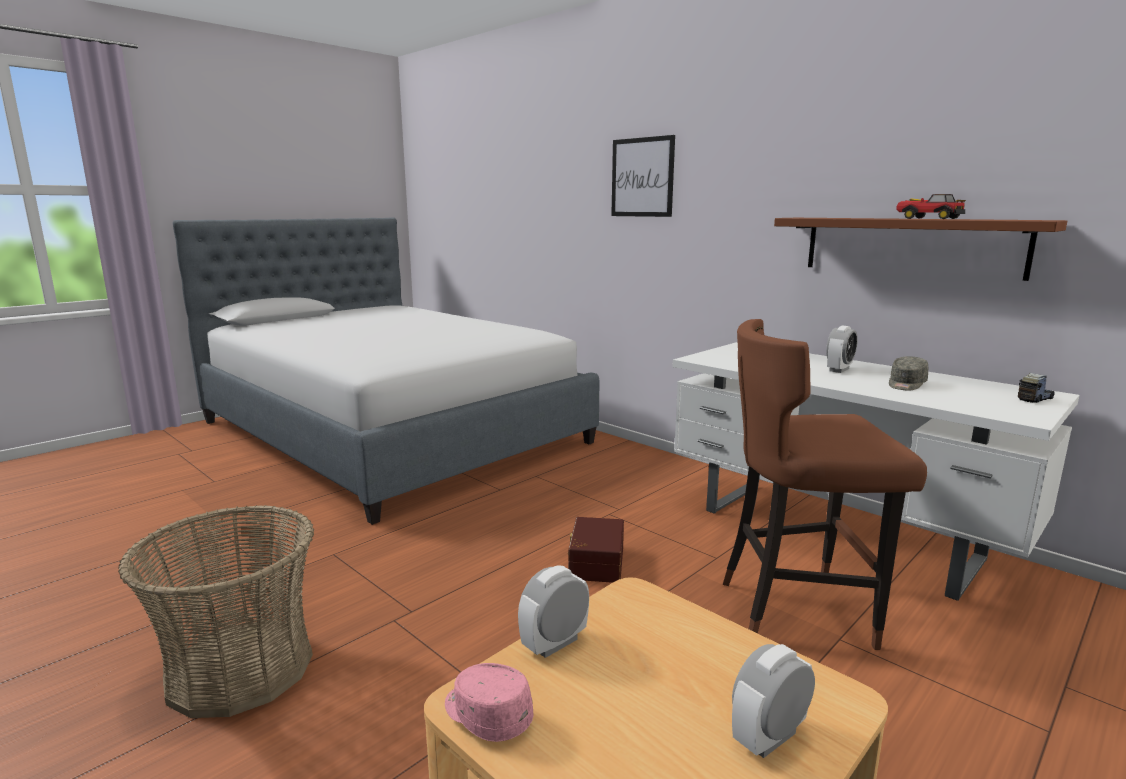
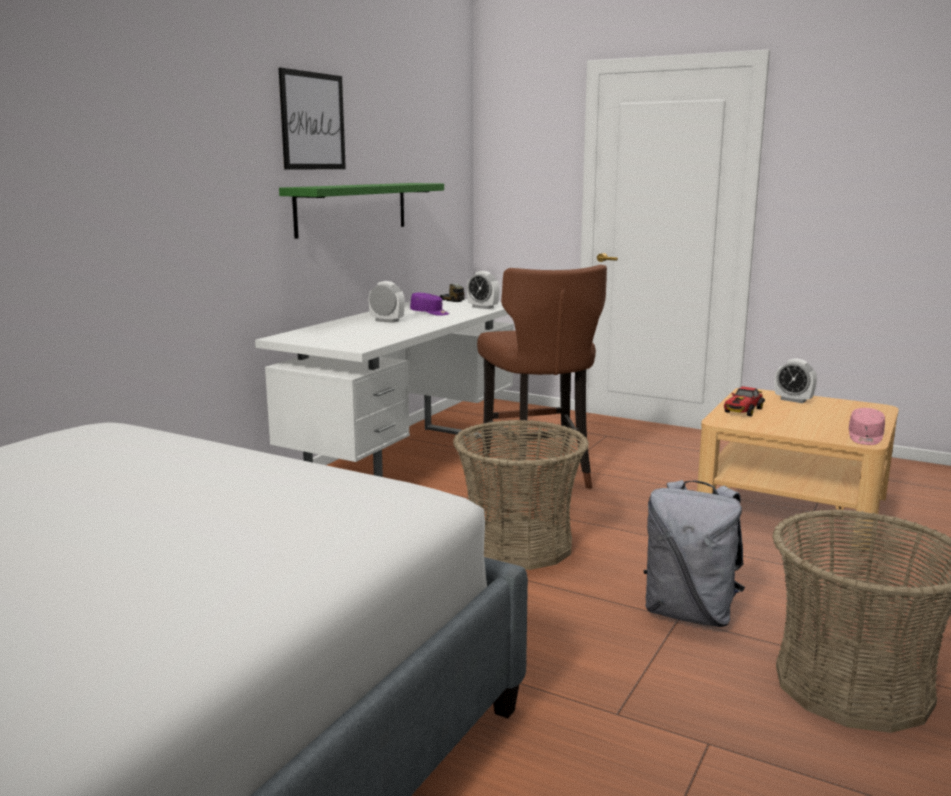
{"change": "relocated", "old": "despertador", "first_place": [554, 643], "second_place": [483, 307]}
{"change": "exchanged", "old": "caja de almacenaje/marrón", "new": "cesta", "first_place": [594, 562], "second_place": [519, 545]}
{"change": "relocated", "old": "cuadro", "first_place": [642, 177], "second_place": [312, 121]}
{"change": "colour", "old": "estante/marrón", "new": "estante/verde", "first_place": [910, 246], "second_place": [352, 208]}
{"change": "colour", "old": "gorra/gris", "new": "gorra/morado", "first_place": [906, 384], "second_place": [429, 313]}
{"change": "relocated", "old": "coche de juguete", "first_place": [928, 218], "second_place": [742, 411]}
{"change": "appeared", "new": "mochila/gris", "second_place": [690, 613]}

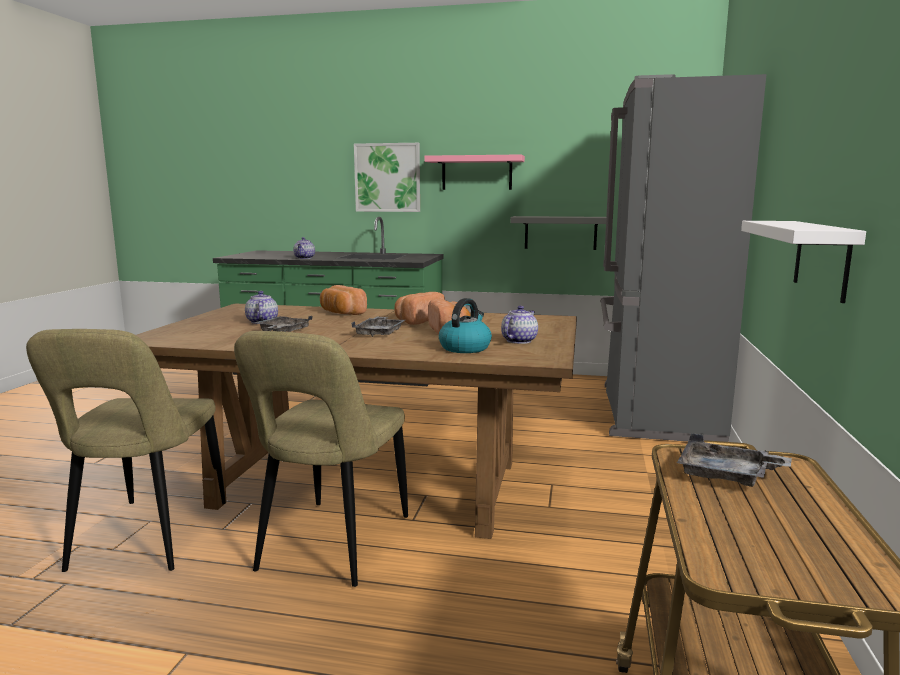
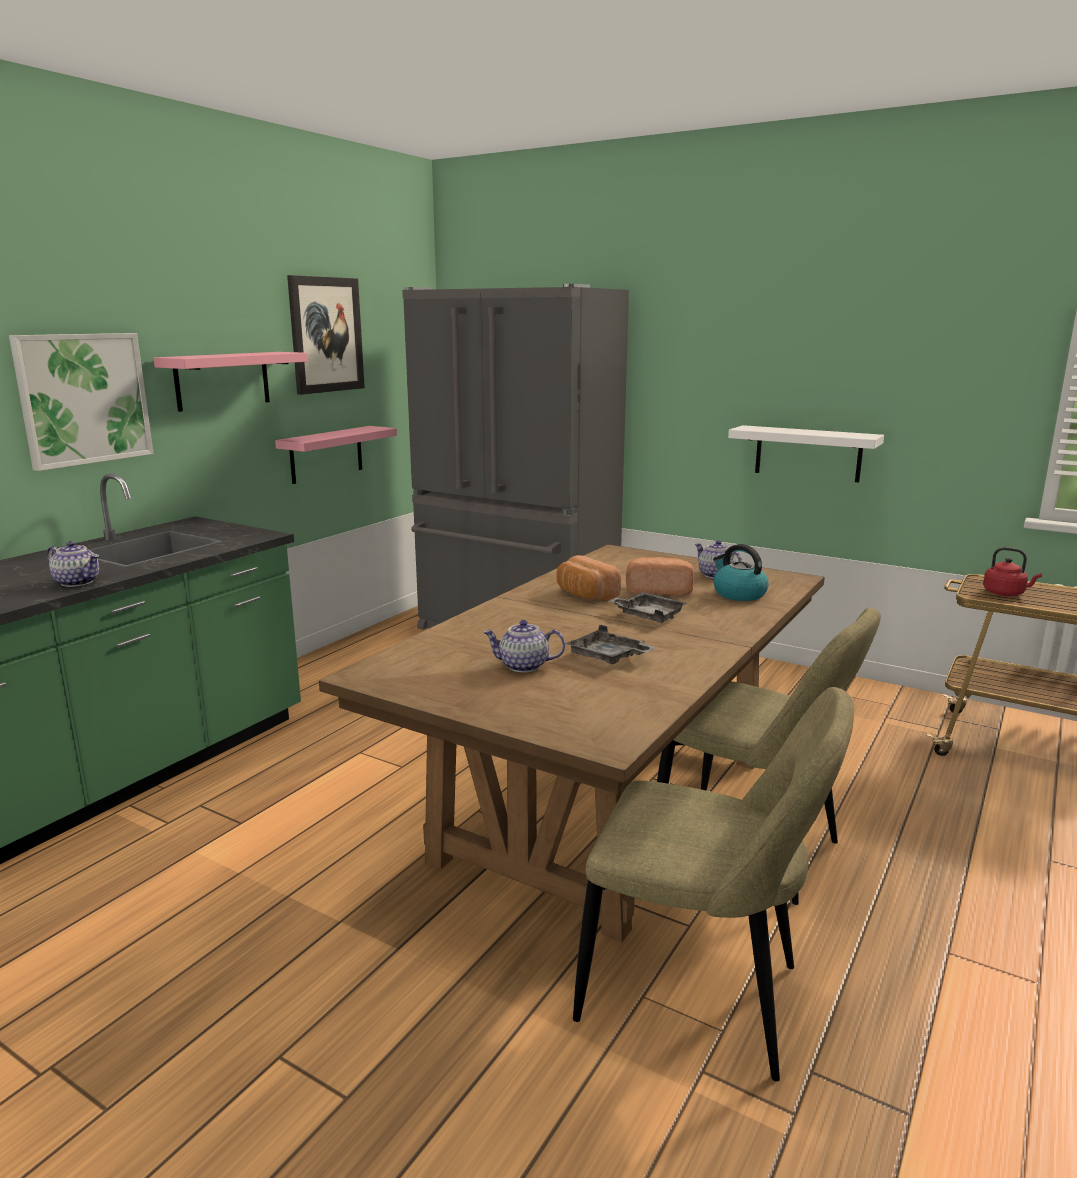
{"change": "missing", "old": "pan", "first_place": [341, 313]}
{"change": "colour", "old": "estante/gris", "new": "estante/rosa", "first_place": [560, 232], "second_place": [326, 454]}
{"change": "exchanged", "old": "bandeja/gris", "new": "hervidor/rojo", "first_place": [727, 476], "second_place": [1006, 593]}
{"change": "appeared", "new": "cuadro", "second_place": [326, 335]}

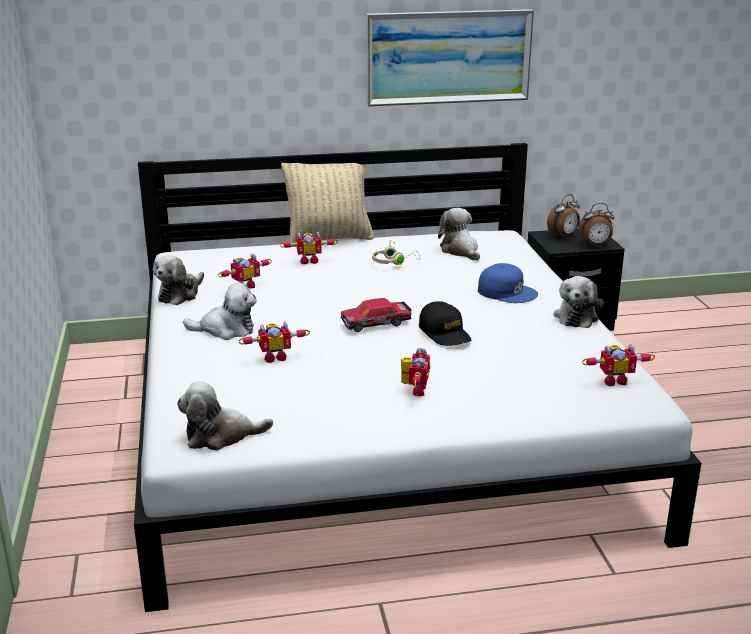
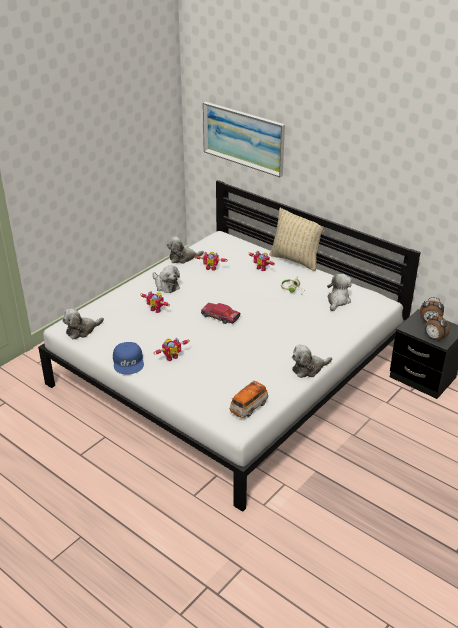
{"change": "spun", "old": "peluche", "first_place": [220, 436], "second_place": [82, 330], "degrees": -75}
{"change": "relocated", "old": "cuadro", "first_place": [448, 57], "second_place": [243, 138]}
{"change": "missing", "old": "gorra/negro", "first_place": [445, 333]}
{"change": "relocated", "old": "gorra/azul", "first_place": [507, 292], "second_place": [129, 362]}
{"change": "exchanged", "old": "robot de juguete", "new": "coche de juguete", "first_place": [614, 380], "second_place": [248, 407]}

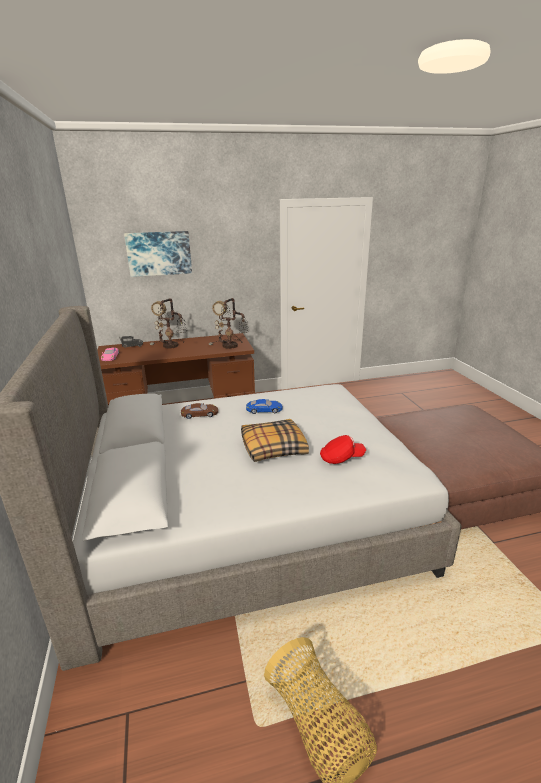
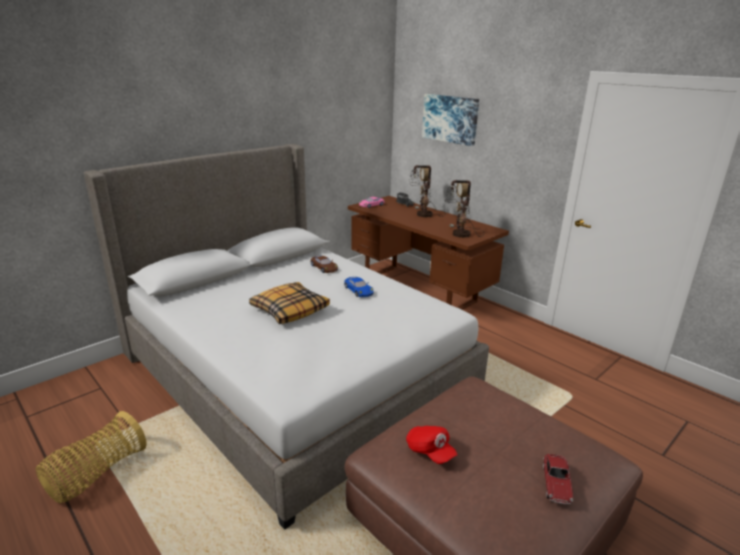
{"change": "relocated", "old": "gorra/rojo", "first_place": [341, 458], "second_place": [430, 451]}
{"change": "appeared", "new": "coche de juguete", "second_place": [556, 484]}

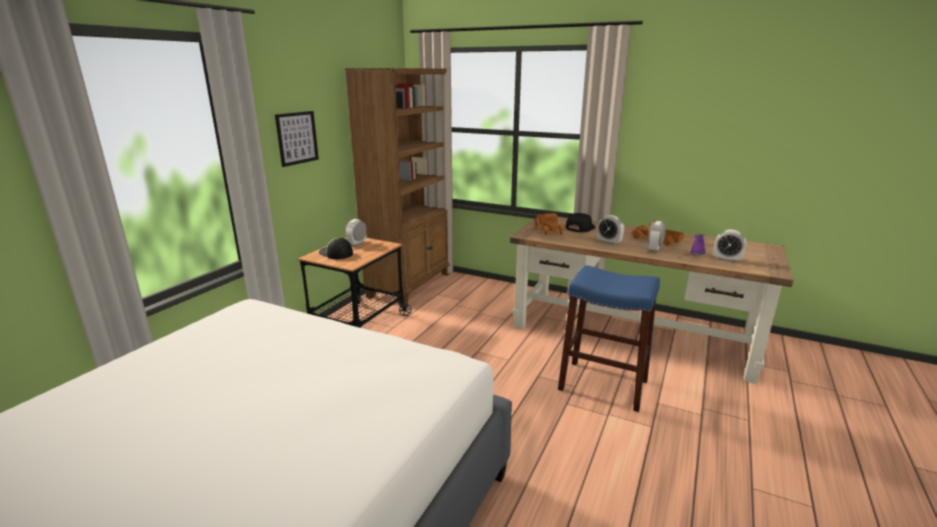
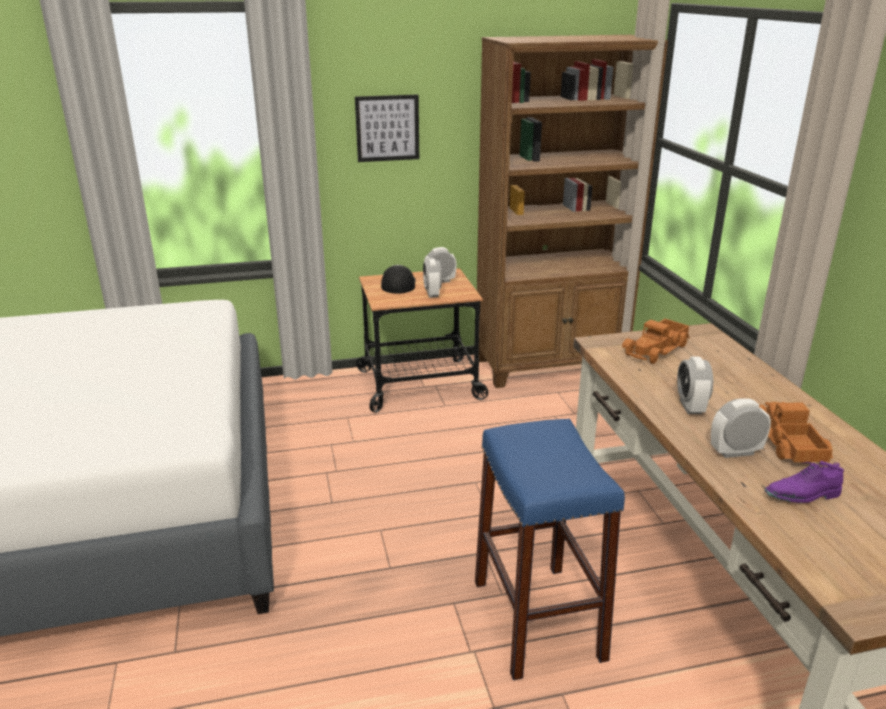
{"change": "missing", "old": "gorra/negro", "first_place": [580, 227]}
{"change": "relocated", "old": "despertador", "first_place": [727, 259], "second_place": [432, 293]}

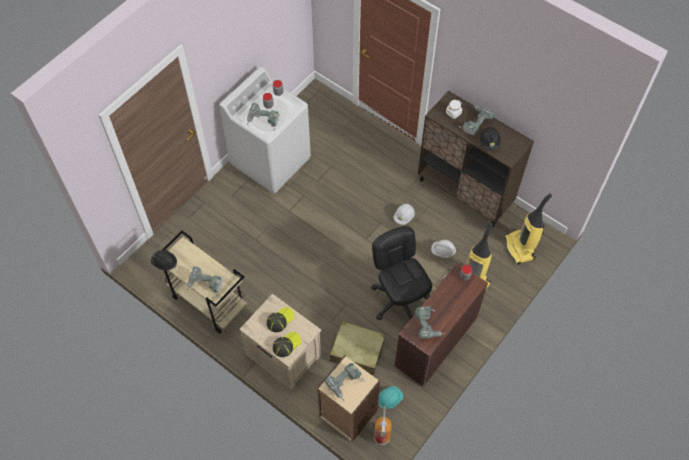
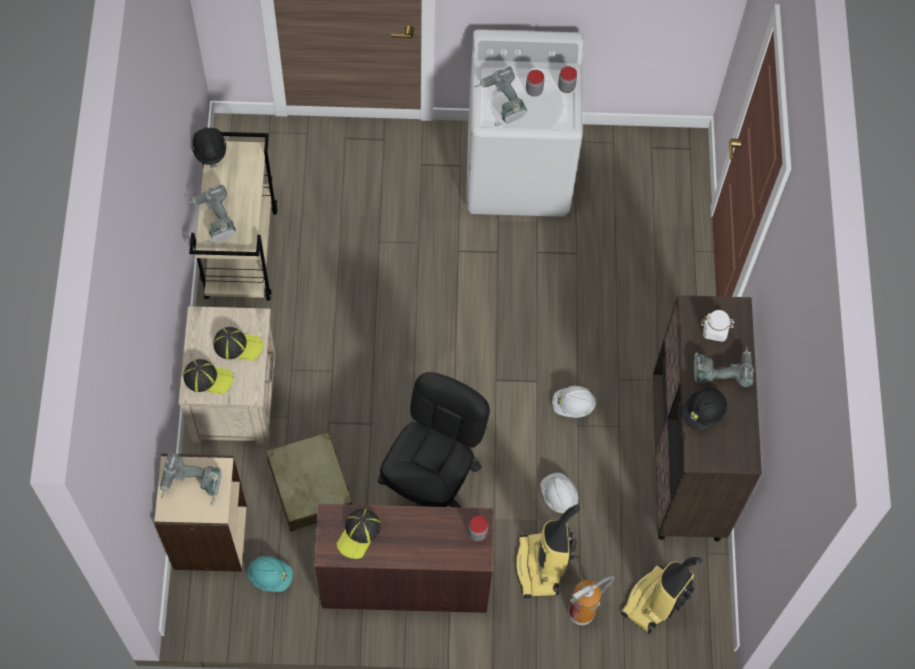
{"change": "relocated", "old": "extintor", "first_place": [381, 436], "second_place": [582, 612]}
{"change": "exchanged", "old": "taladro", "new": "gorra", "first_place": [428, 326], "second_place": [359, 534]}

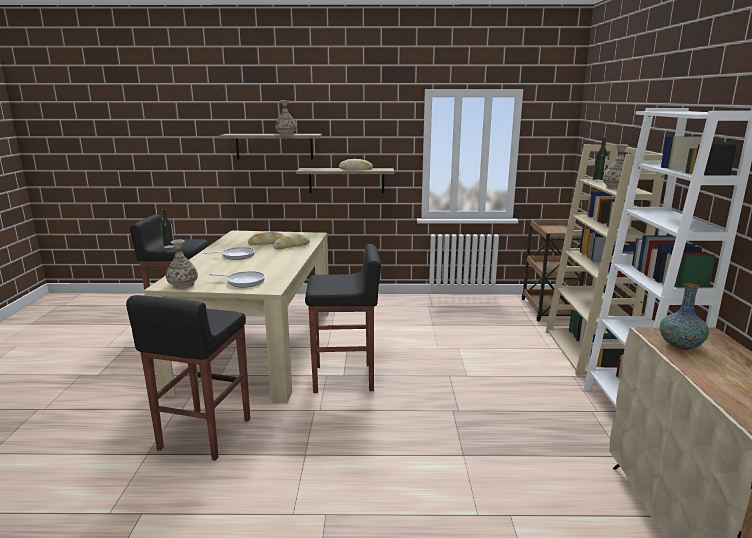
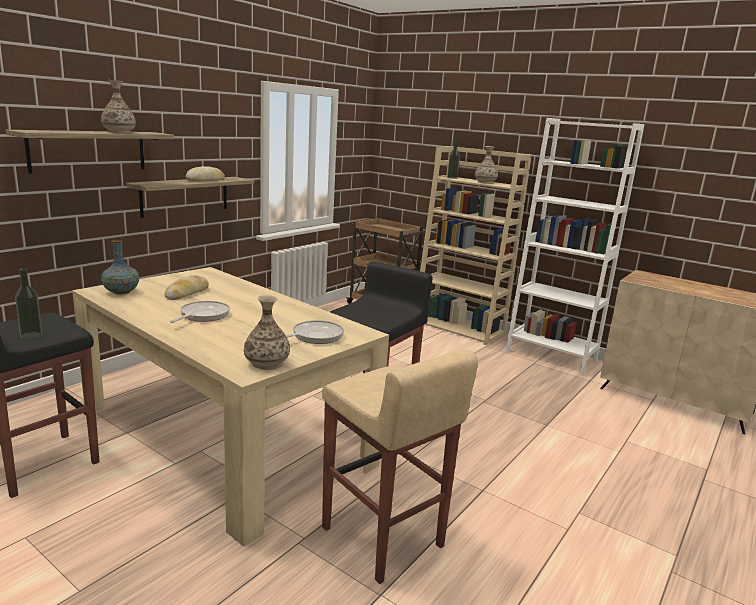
{"change": "colour", "old": "taburete/negro", "new": "taburete/beis", "first_place": [203, 434], "second_place": [382, 538]}
{"change": "missing", "old": "pan", "first_place": [291, 246]}
{"change": "relocated", "old": "florero", "first_place": [680, 345], "second_place": [121, 292]}

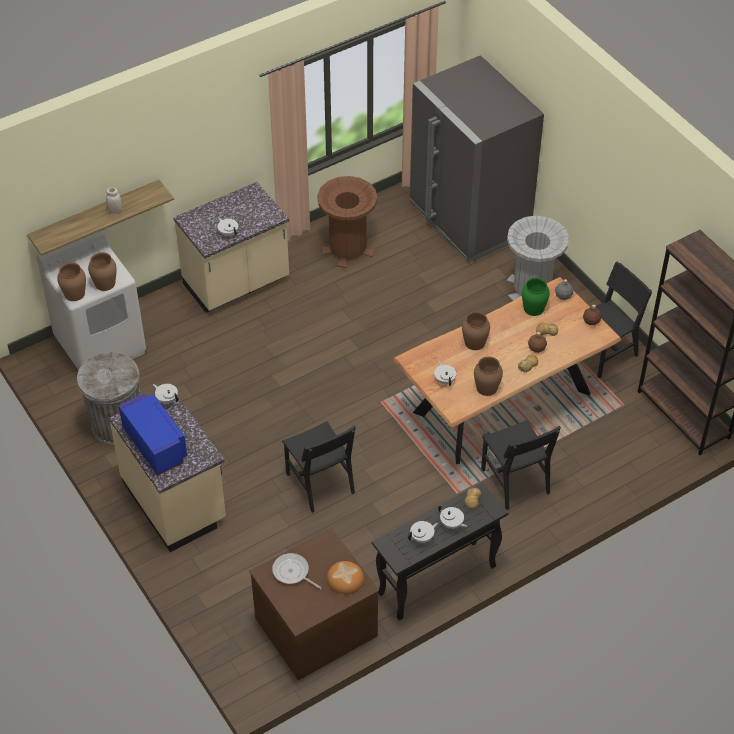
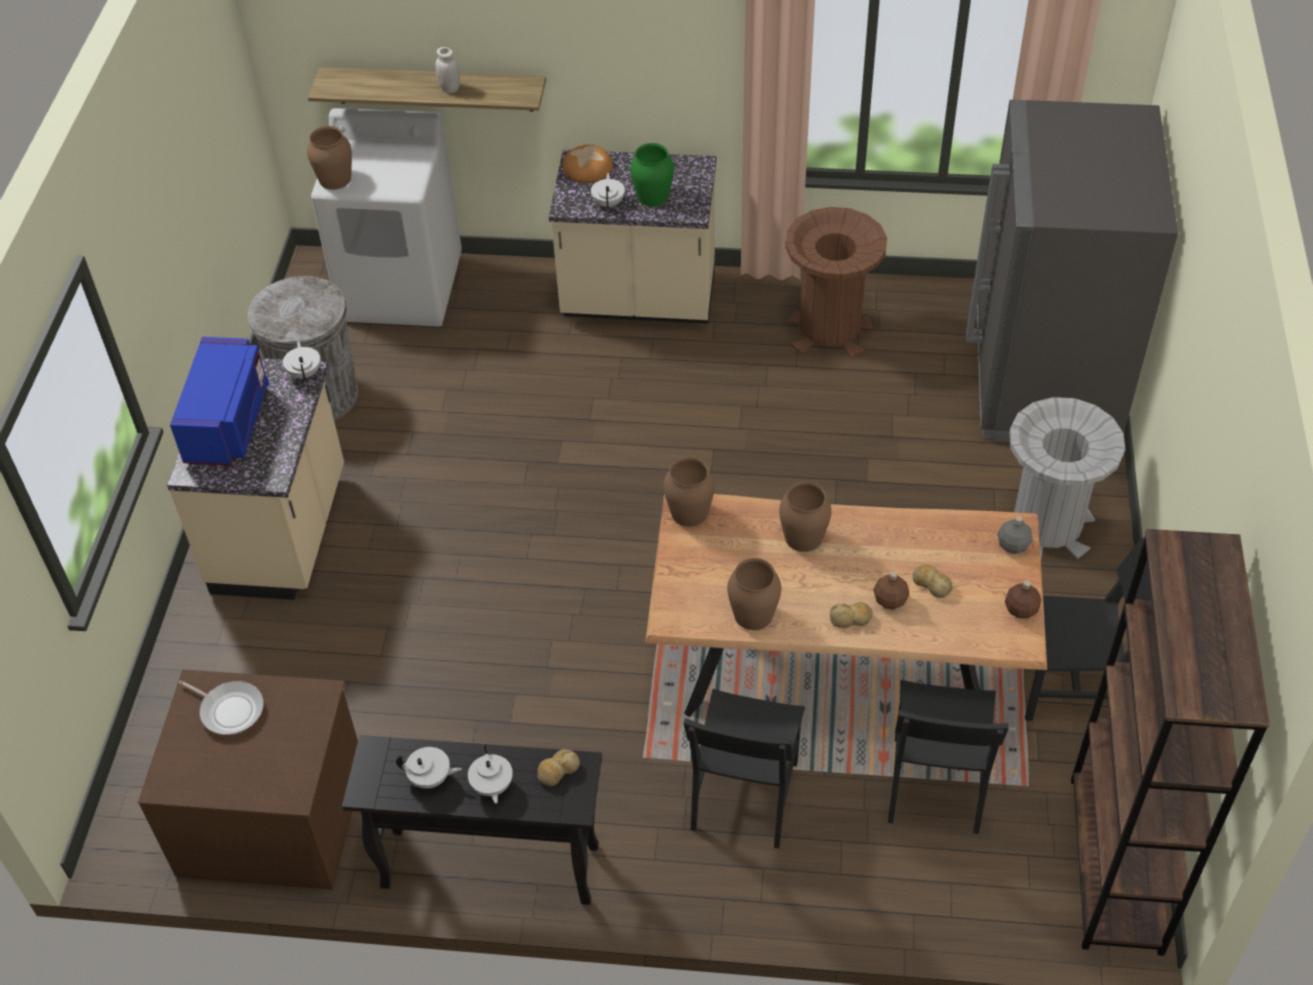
{"change": "relocated", "old": "florero/marrón", "first_place": [104, 283], "second_place": [689, 512]}
{"change": "spun", "old": "sartén", "first_place": [292, 572], "second_place": [229, 709], "degrees": 135}
{"change": "relocated", "old": "silla/negro", "first_place": [320, 483], "second_place": [935, 783]}
{"change": "relocated", "old": "pan", "first_place": [345, 579], "second_place": [588, 168]}
{"change": "missing", "old": "tetera/blanco", "first_place": [444, 380]}
{"change": "relocated", "old": "florero/verde", "first_place": [534, 308], "second_place": [652, 196]}

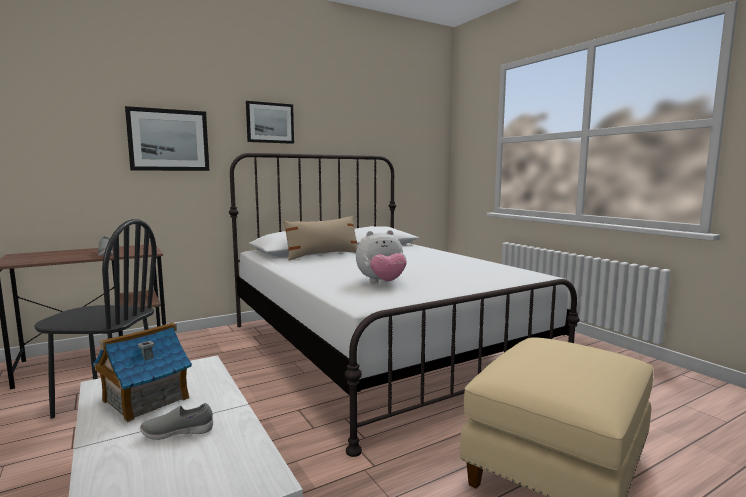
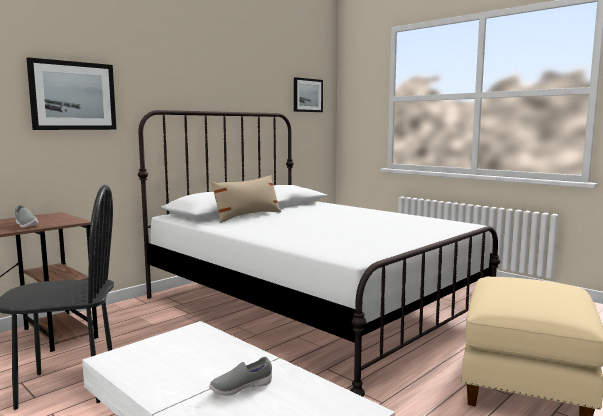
{"change": "missing", "old": "casita", "first_place": [145, 399]}
{"change": "relocated", "old": "cuadro", "first_place": [270, 123], "second_place": [307, 95]}
{"change": "missing", "old": "peluche", "first_place": [382, 283]}

